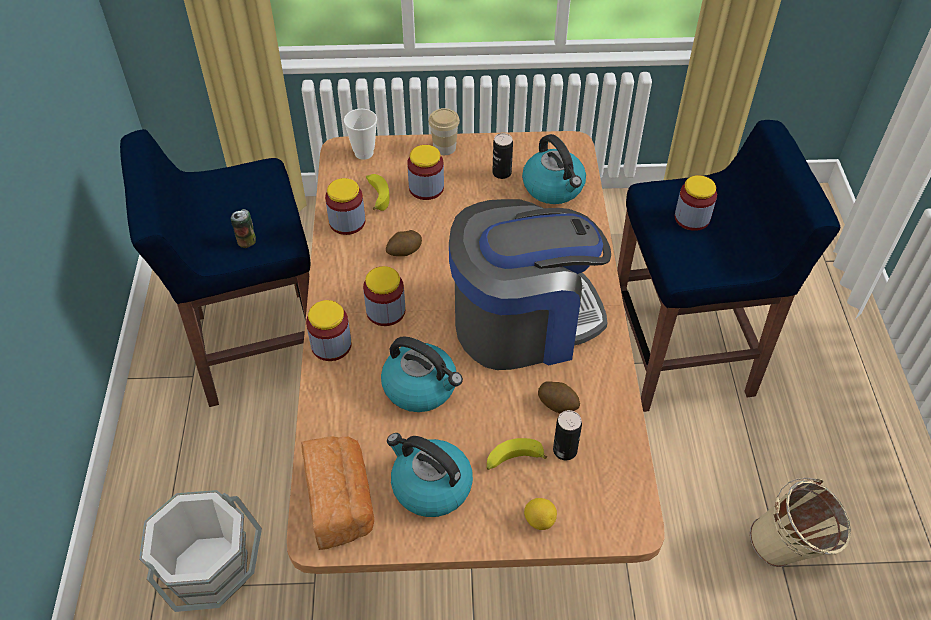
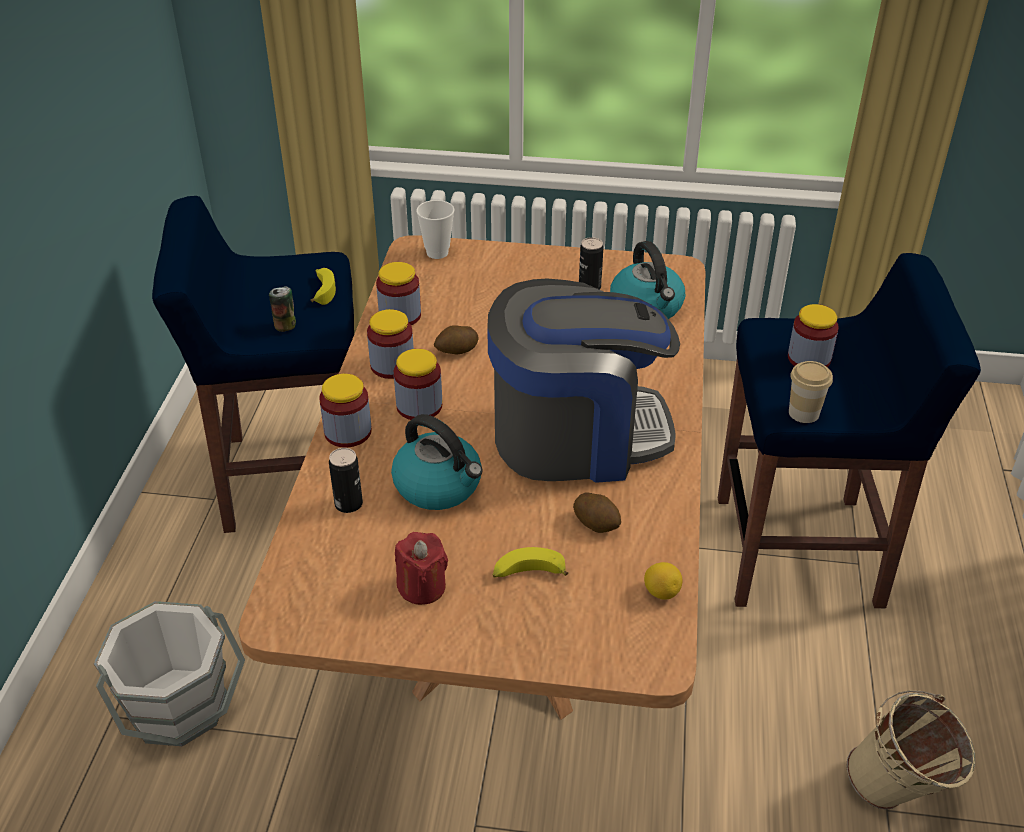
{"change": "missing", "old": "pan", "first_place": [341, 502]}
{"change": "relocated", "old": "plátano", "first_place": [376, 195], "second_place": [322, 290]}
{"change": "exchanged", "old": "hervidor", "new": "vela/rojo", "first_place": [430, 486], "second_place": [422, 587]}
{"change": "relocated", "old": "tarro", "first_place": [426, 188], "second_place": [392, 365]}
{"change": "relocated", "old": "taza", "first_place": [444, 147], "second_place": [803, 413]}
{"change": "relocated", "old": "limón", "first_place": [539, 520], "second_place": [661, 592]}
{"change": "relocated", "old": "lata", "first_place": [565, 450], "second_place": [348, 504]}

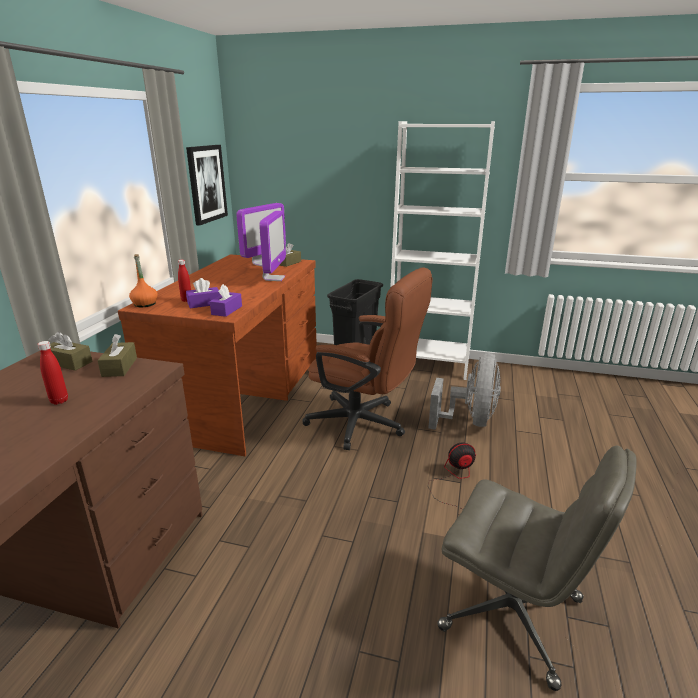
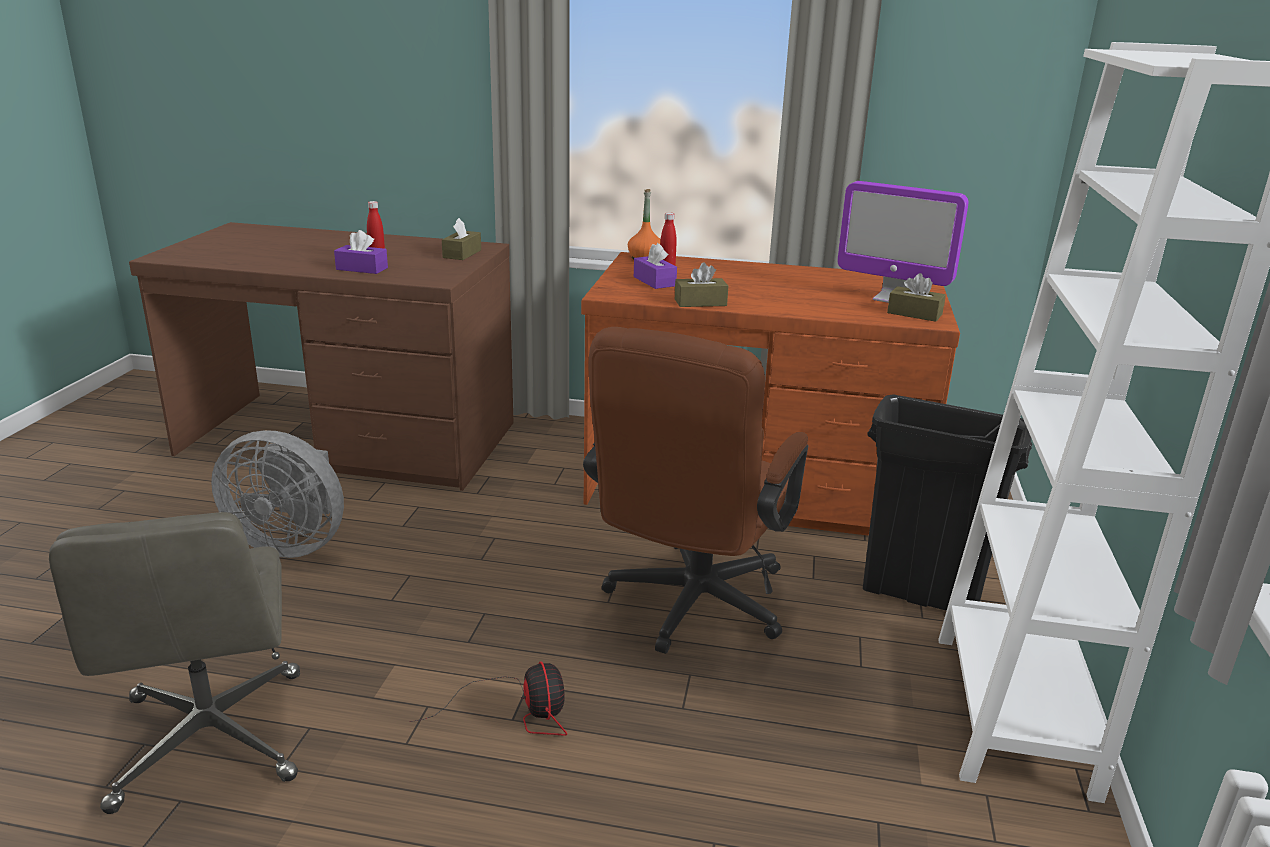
{"change": "relocated", "old": "caja de pañuelos/marrón", "first_place": [119, 367], "second_place": [700, 302]}
{"change": "missing", "old": "cuadro", "first_place": [206, 184]}
{"change": "relocated", "old": "caja de pañuelos/morado", "first_place": [227, 310], "second_place": [362, 268]}
{"change": "missing", "old": "monitor", "first_place": [274, 278]}
{"change": "relocated", "old": "ventilador/gris", "first_place": [469, 421], "second_place": [291, 543]}
{"change": "spun", "old": "silla de oficina/gris", "first_place": [513, 614], "second_place": [211, 740], "degrees": -45}

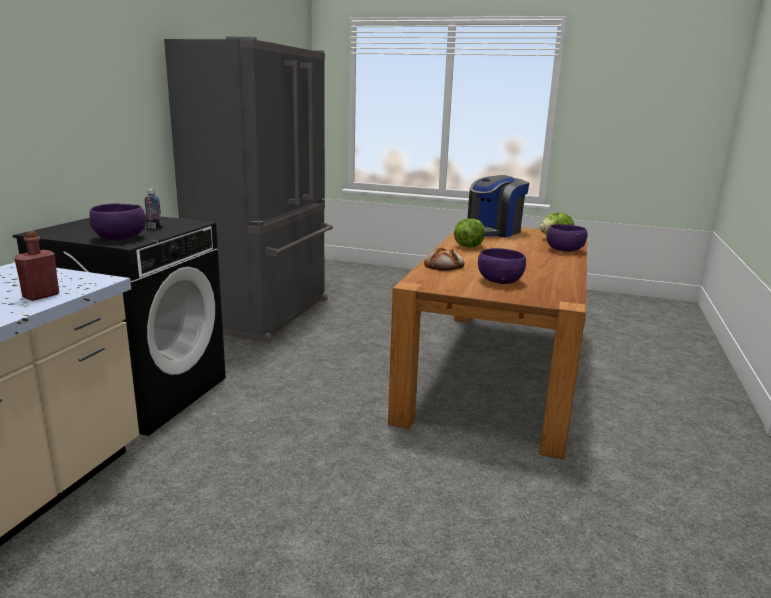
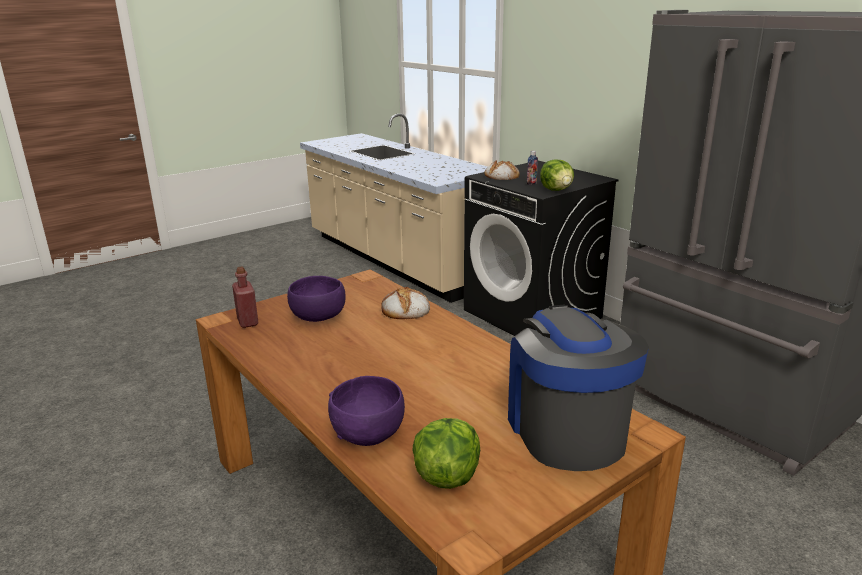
{"change": "relocated", "old": "botella/rojo", "first_place": [41, 296], "second_place": [247, 322]}
{"change": "exchanged", "old": "cuenco/morado", "new": "pan", "first_place": [120, 238], "second_place": [501, 176]}
{"change": "relocated", "old": "lechuga", "first_place": [468, 246], "second_place": [557, 190]}

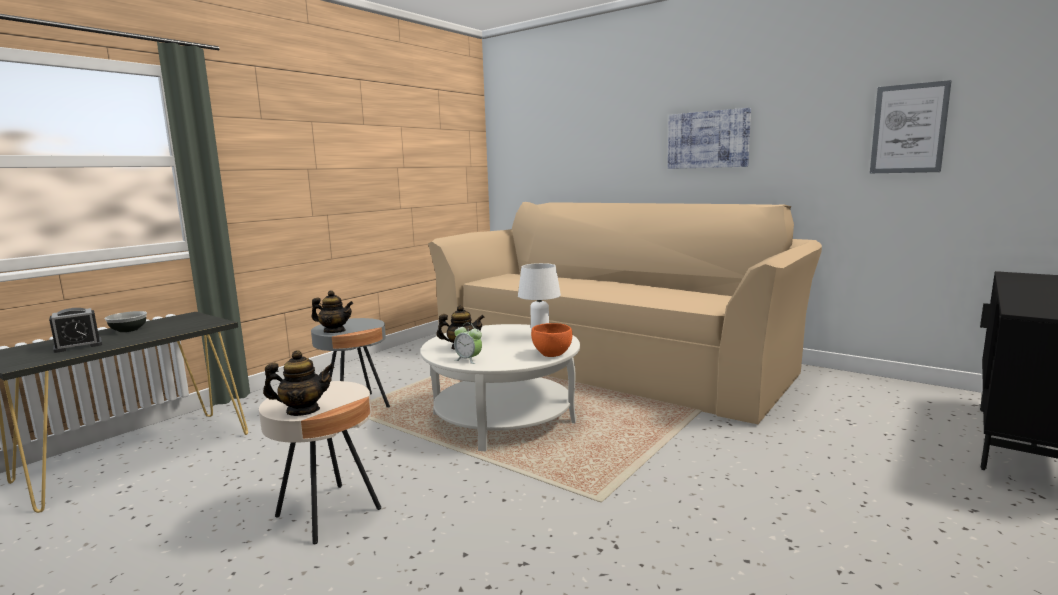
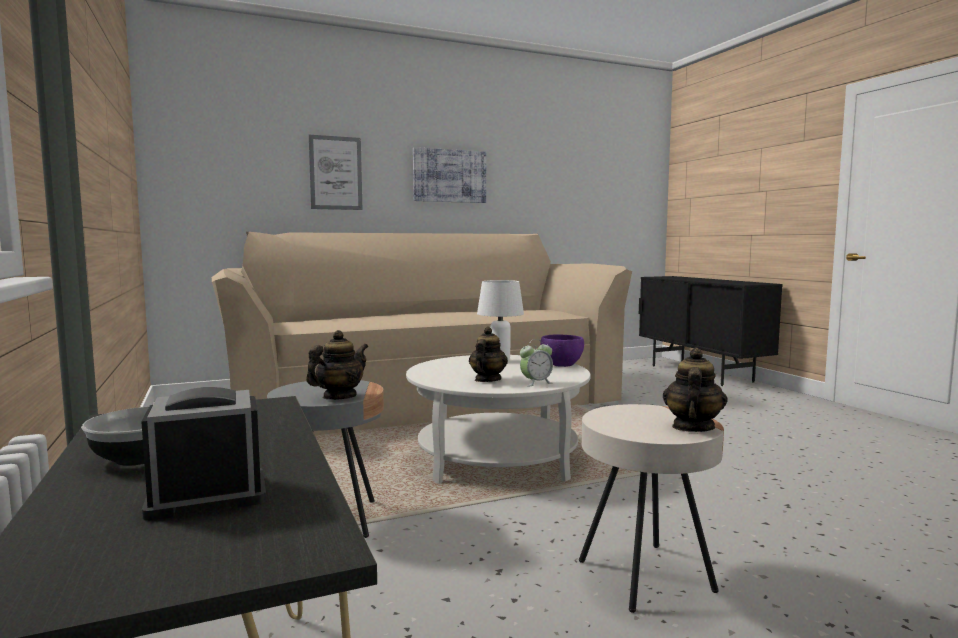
{"change": "spun", "old": "despertador", "first_place": [78, 346], "second_place": [207, 496], "degrees": -105}
{"change": "colour", "old": "cuenco/naranja", "new": "cuenco/morado", "first_place": [552, 354], "second_place": [562, 365]}
{"change": "relocated", "old": "cuadro", "first_place": [908, 129], "second_place": [336, 173]}

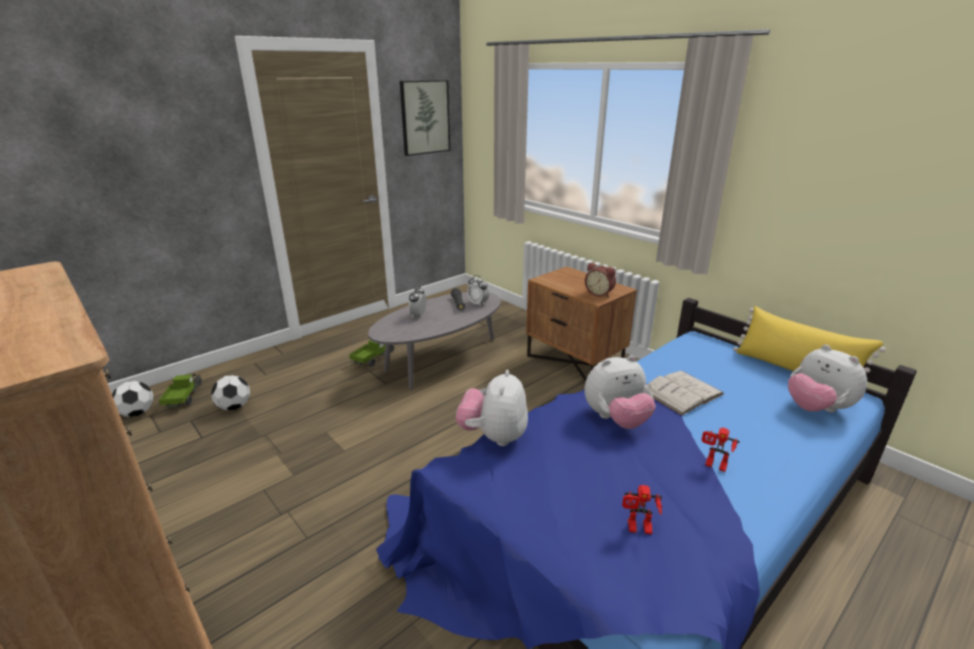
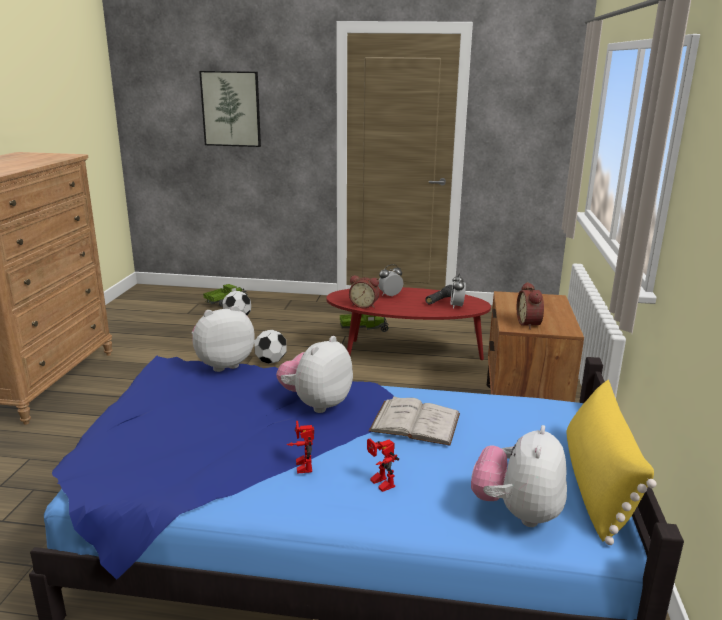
{"change": "relocated", "old": "balón de fútbol", "first_place": [137, 413], "second_place": [271, 361]}
{"change": "colour", "old": "mesa de centro/gris", "new": "mesa de centro/rojo", "first_place": [440, 362], "second_place": [405, 354]}
{"change": "relocated", "old": "cuadro", "first_place": [425, 117], "second_place": [231, 109]}
{"change": "spun", "old": "peluche", "first_place": [616, 420], "second_place": [316, 404], "degrees": 90}
{"change": "relocated", "old": "robot de juguete", "first_place": [638, 529], "second_place": [378, 483]}
{"change": "appeared", "new": "despertador", "second_place": [364, 305]}

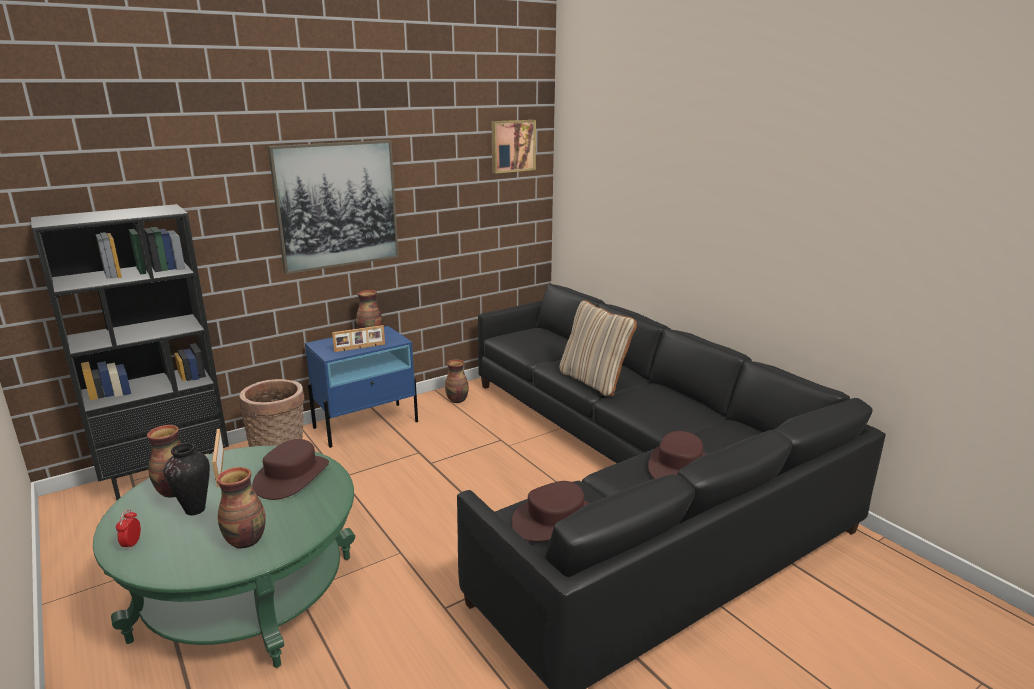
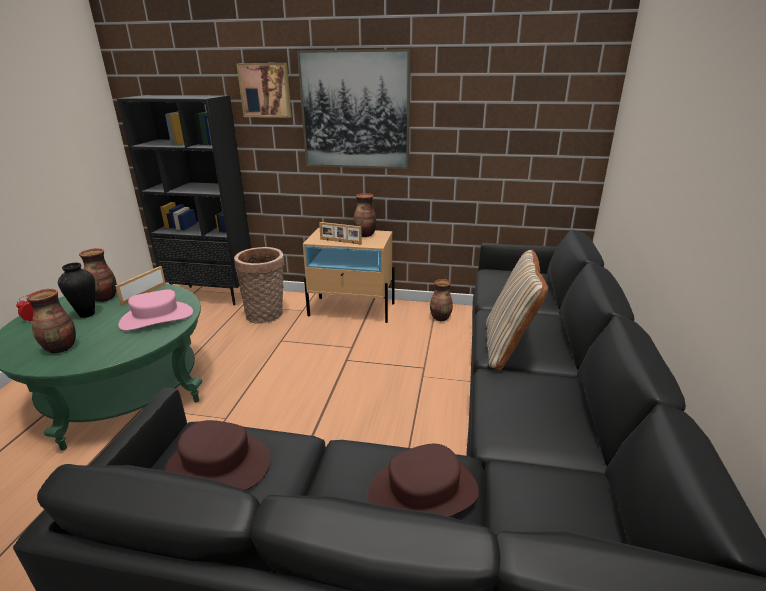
{"change": "colour", "old": "sombrero/marrón", "new": "sombrero/rosa", "first_place": [291, 476], "second_place": [157, 318]}
{"change": "colour", "old": "mesita de noche/azul", "new": "mesita de noche/beis", "first_place": [366, 424], "second_place": [352, 309]}
{"change": "relocated", "old": "cuadro", "first_place": [512, 146], "second_place": [265, 90]}

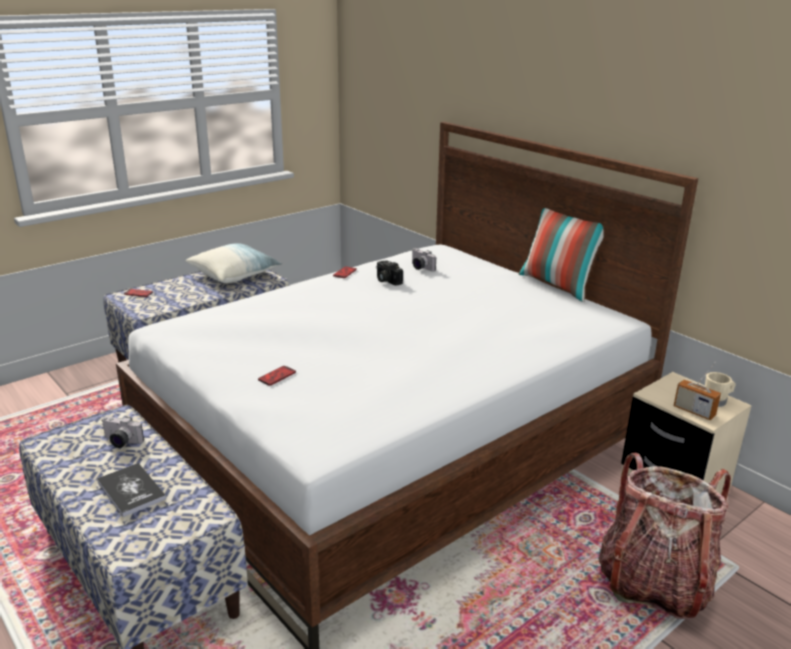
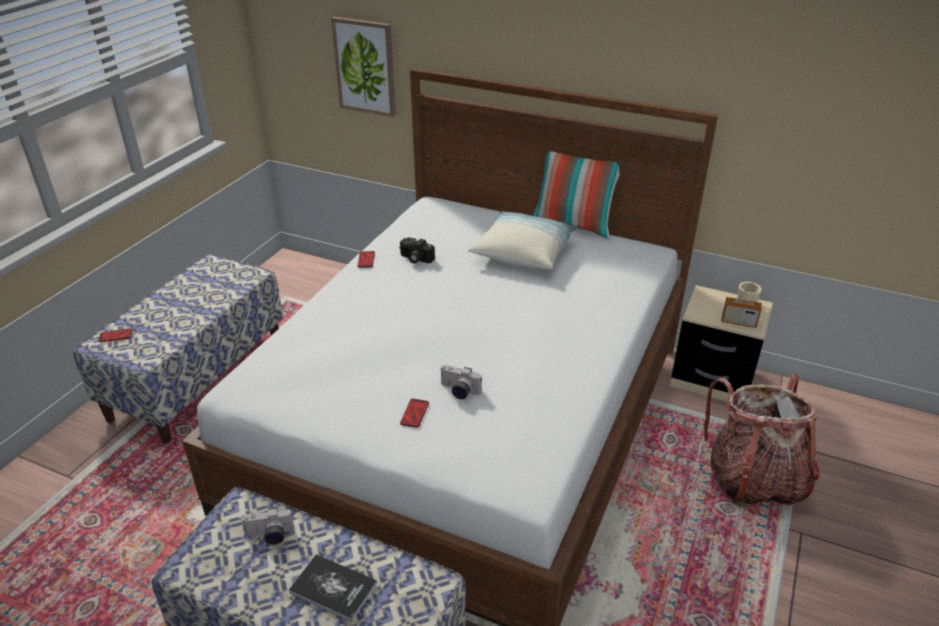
{"change": "relocated", "old": "cojín", "first_place": [235, 274], "second_place": [523, 253]}
{"change": "relocated", "old": "cámara", "first_place": [420, 267], "second_place": [458, 391]}
{"change": "appeared", "new": "cuadro", "second_place": [365, 66]}

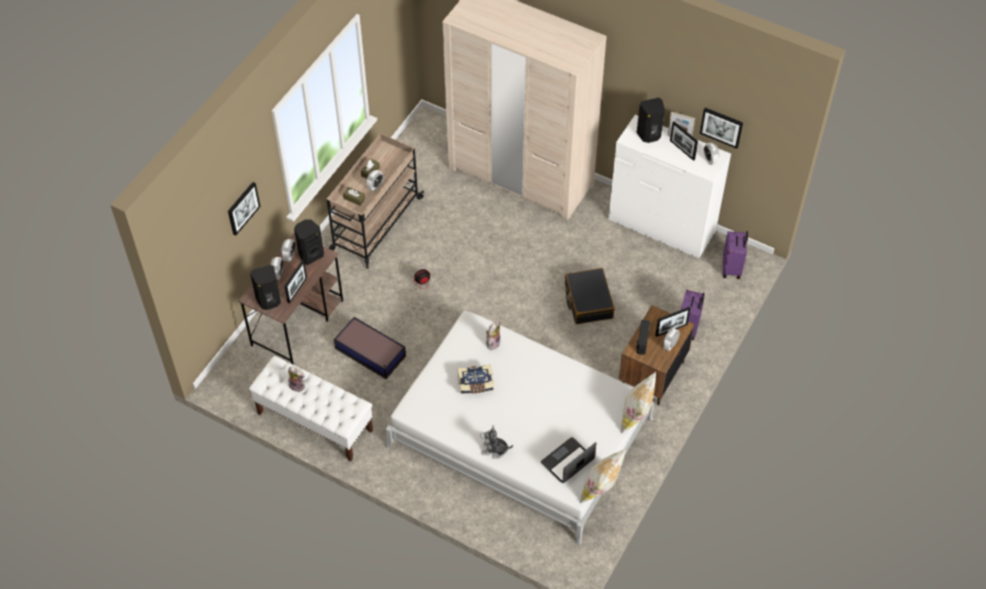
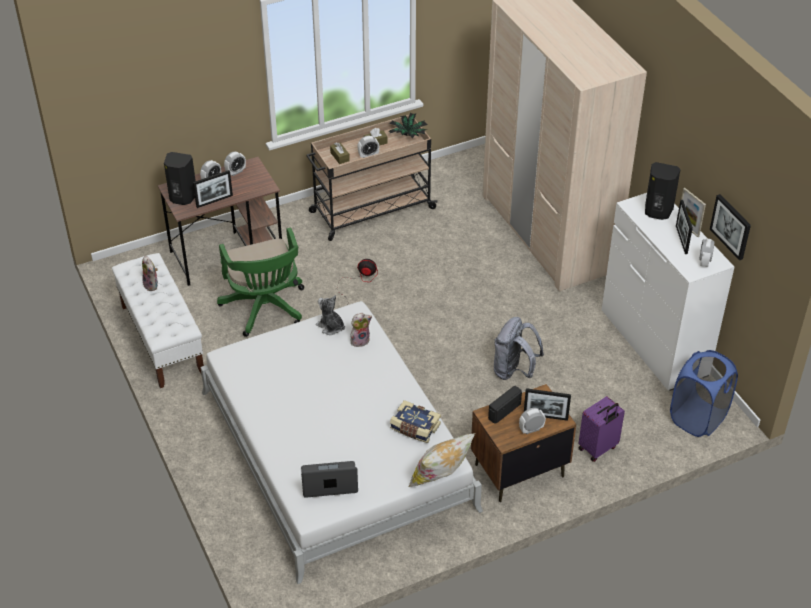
{"change": "missing", "old": "cuadro", "first_place": [243, 208]}
{"change": "missing", "old": "altavoz/negro", "first_place": [310, 255]}
{"change": "exchanged", "old": "caja de almacenaje", "new": "silla de oficina/verde", "first_place": [371, 353], "second_place": [265, 310]}
{"change": "relocated", "old": "libro", "first_place": [476, 384], "second_place": [414, 428]}
{"change": "relocated", "old": "peluche", "first_place": [495, 450], "second_place": [331, 327]}
{"change": "exchanged", "old": "maleta/negro", "new": "mochila/gris", "first_place": [588, 301], "second_place": [514, 371]}
{"change": "missing", "old": "cojín", "first_place": [601, 487]}
{"change": "exchanged", "old": "maleta/morado", "new": "cesto de la ropa/azul", "first_place": [732, 268], "second_place": [698, 418]}
{"change": "appeared", "new": "planta en maceta", "second_place": [408, 135]}

